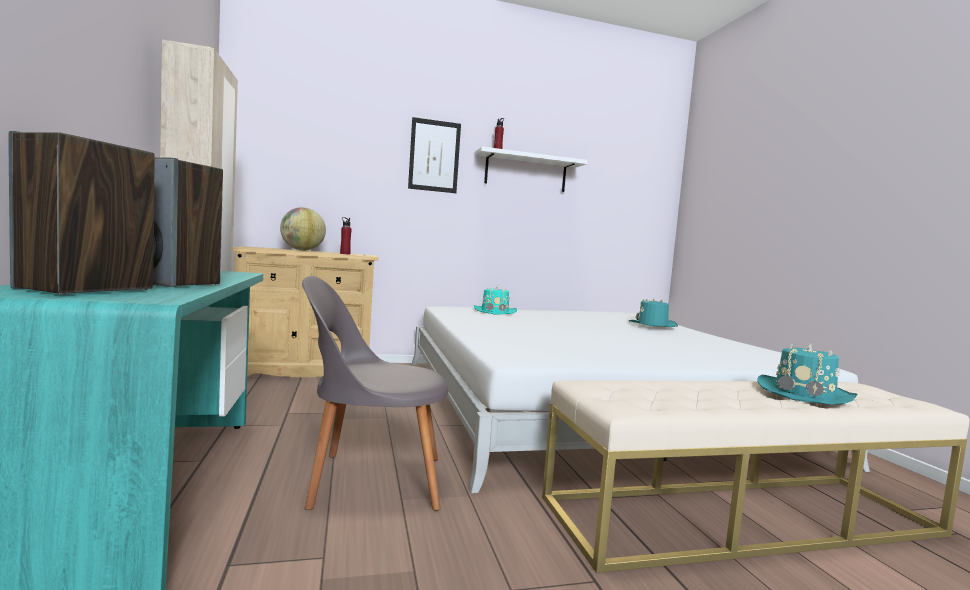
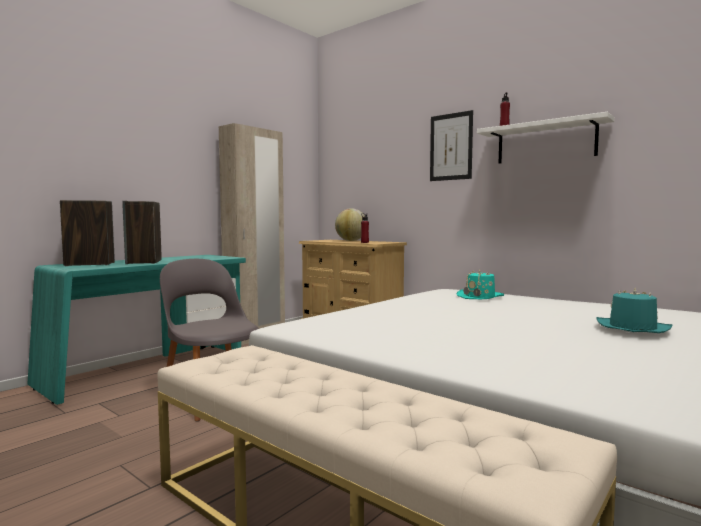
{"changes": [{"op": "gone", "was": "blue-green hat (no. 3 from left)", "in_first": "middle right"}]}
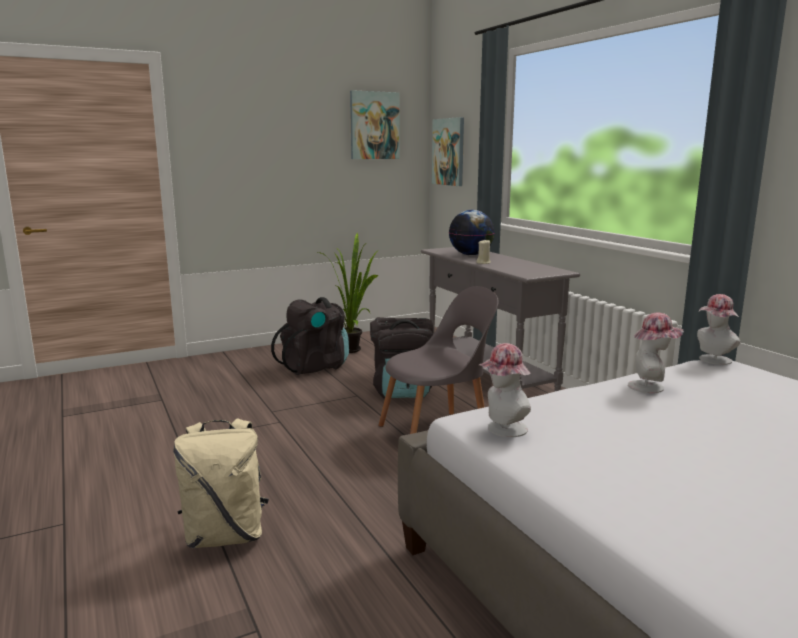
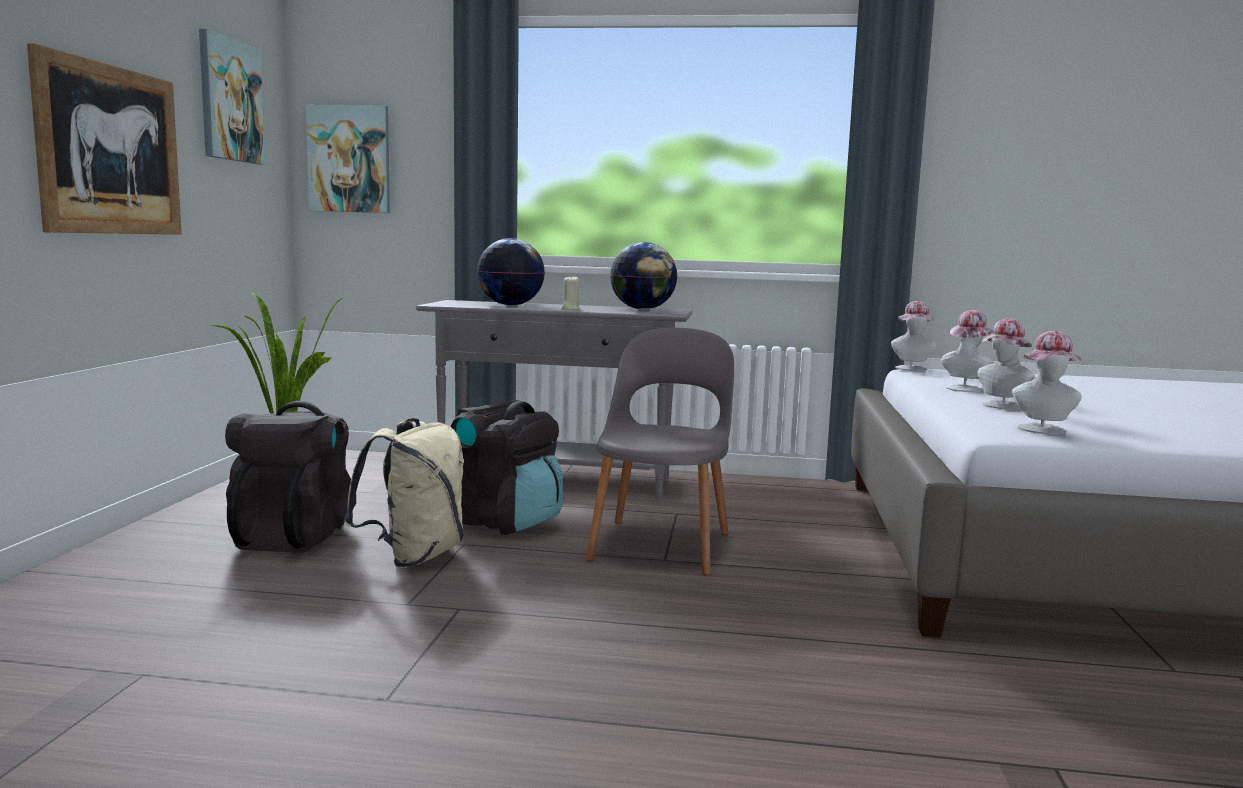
{"changes": [{"op": "shifted", "was": "beige rucksack", "in_first": "bottom left", "in_second": "middle left"}, {"op": "new", "now": "picture (no. 1 from left)", "in_second": "top left"}, {"op": "new", "now": "desk globe (no. 2 from left)", "in_second": "centre"}, {"op": "new", "now": "hat (no. 3 from left)", "in_second": "middle right"}]}
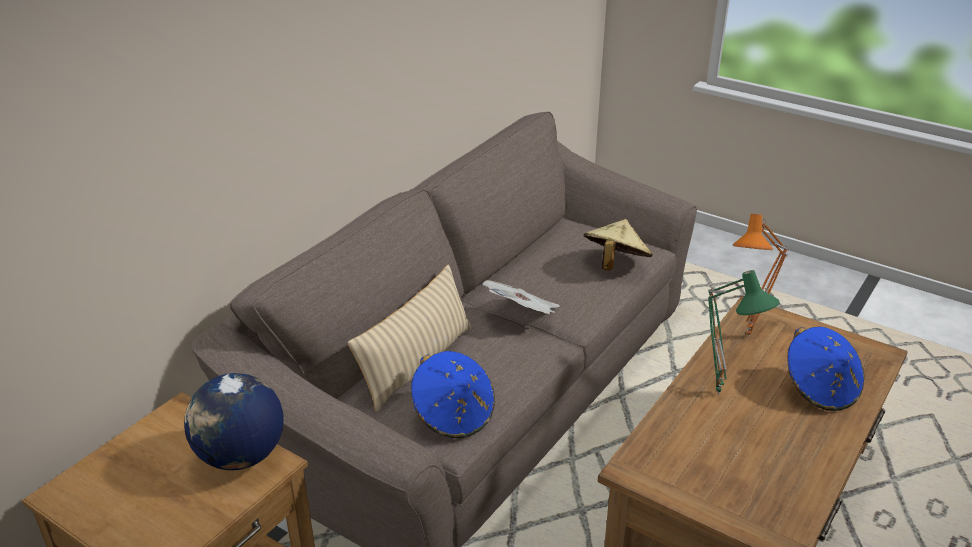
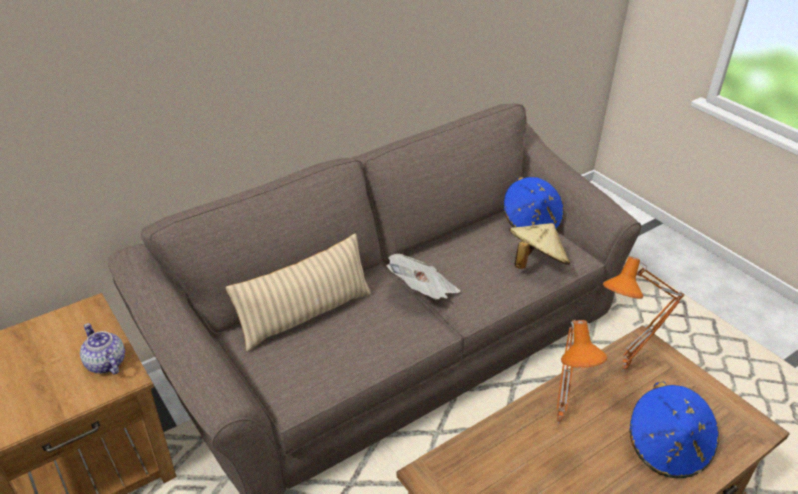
{"changes": [{"op": "repainted", "was": "greenish lamp for a table", "now": "orange-coloured lamp for a table (no. 1 from left)", "in_first": "middle right", "in_second": "bottom right"}, {"op": "shifted", "was": "blue hat (no. 1 from left)", "in_first": "bottom centre", "in_second": "middle right"}, {"op": "swapped", "was": "desk globe", "now": "pot for tea", "in_first": "bottom left", "in_second": "bottom left"}]}
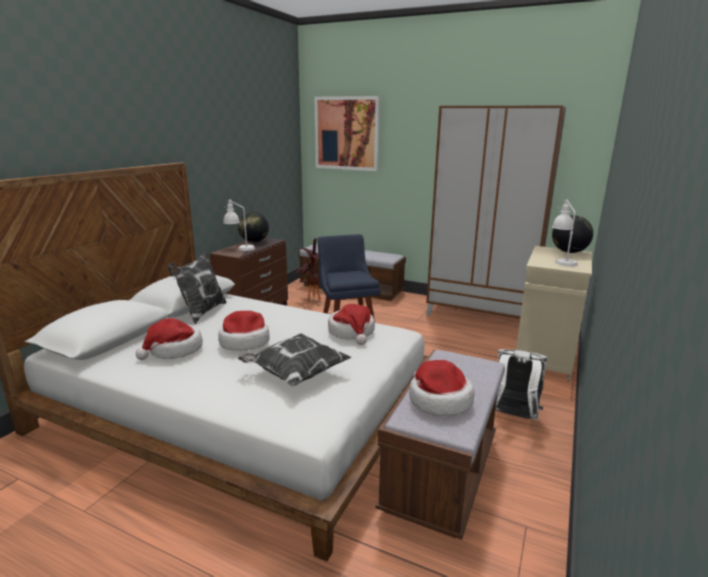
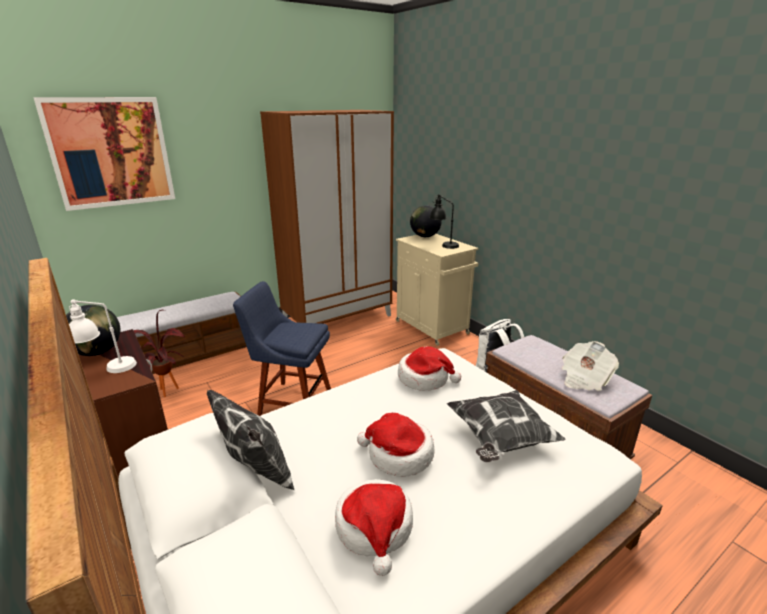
{"changes": [{"op": "repainted", "was": "white lamp for a table (no. 2 from left)", "now": "black-coloured lamp for a table", "in_first": "middle right", "in_second": "centre"}, {"op": "swapped", "was": "hat (no. 4 from left)", "now": "daily paper", "in_first": "bottom centre", "in_second": "middle right"}]}
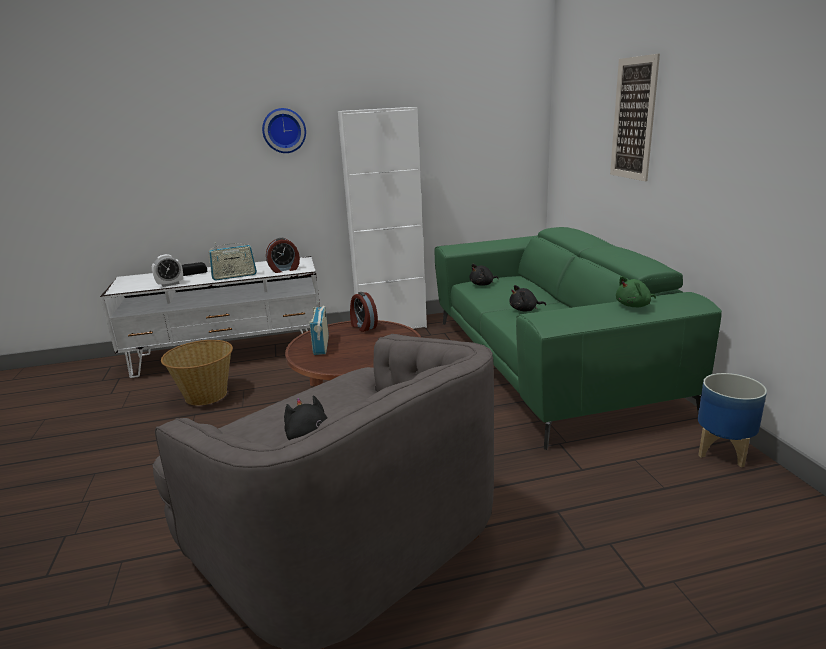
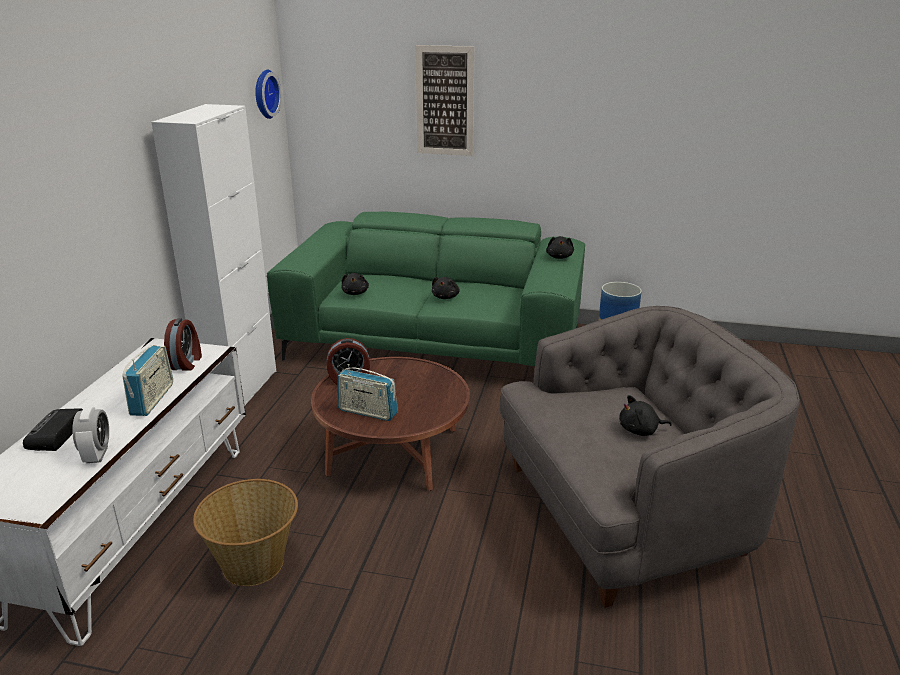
{"changes": [{"op": "shifted", "was": "clock on the wall", "in_first": "top centre", "in_second": "top left"}, {"op": "repainted", "was": "greenish plush toy", "now": "black-coloured plush toy (no. 3 from left)", "in_first": "middle right", "in_second": "centre"}]}
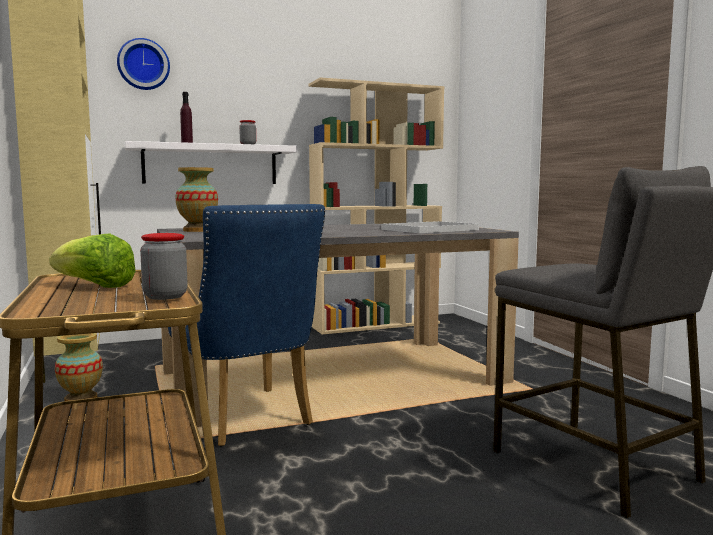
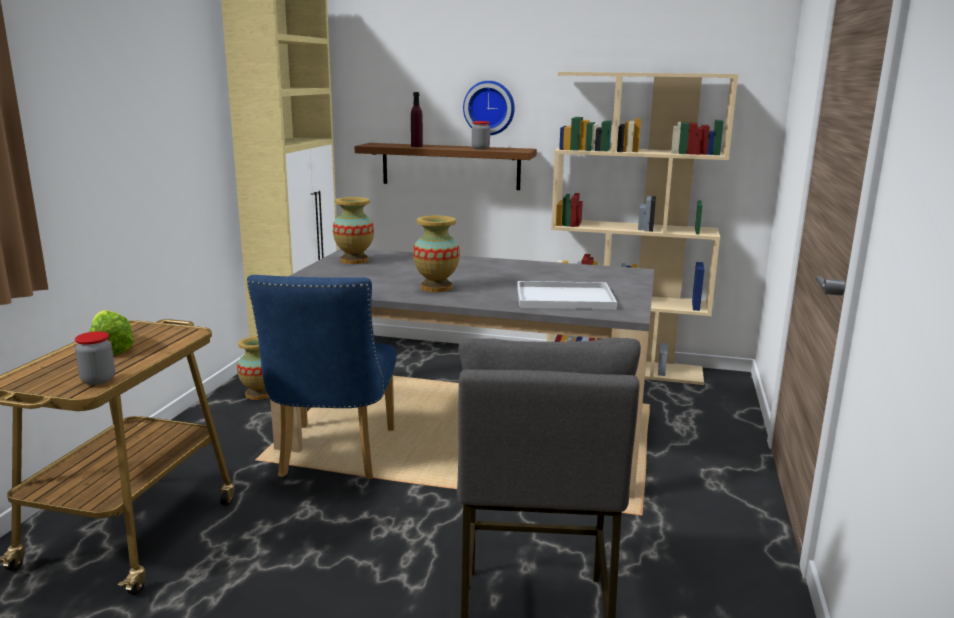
{"changes": [{"op": "shifted", "was": "clock on the wall", "in_first": "top left", "in_second": "top centre"}, {"op": "repainted", "was": "white shelf", "now": "brown shelf", "in_first": "top left", "in_second": "top centre"}, {"op": "new", "now": "vase (no. 3 from left)", "in_second": "centre"}]}
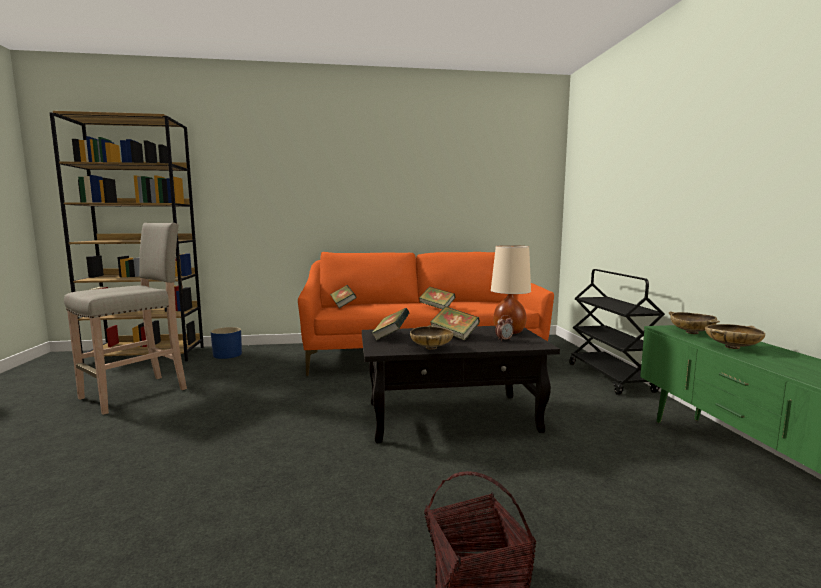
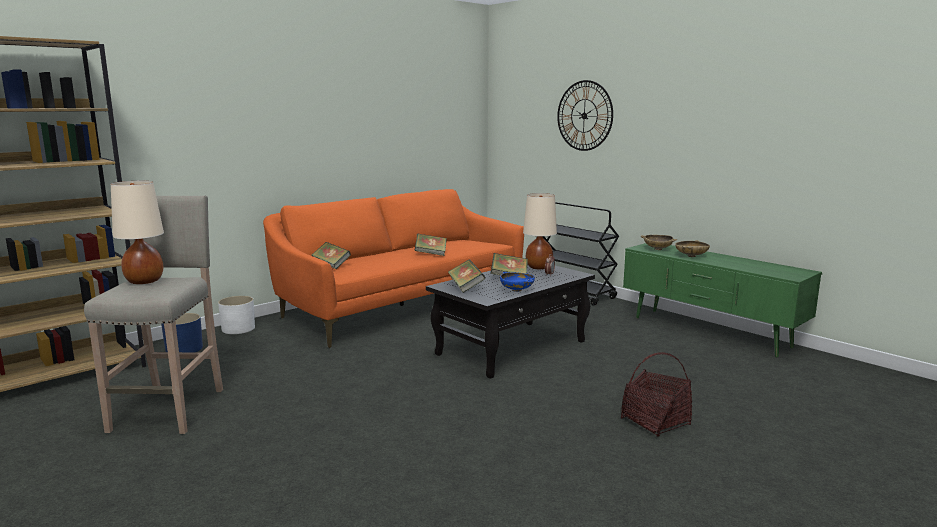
{"changes": [{"op": "repainted", "was": "beige serving bowl (no. 1 from left)", "now": "blue serving bowl", "in_first": "centre", "in_second": "centre"}, {"op": "new", "now": "clock on the wall", "in_second": "top centre"}, {"op": "new", "now": "beige lamp for a table (no. 1 from left)", "in_second": "middle left"}, {"op": "new", "now": "white plant pot", "in_second": "middle left"}]}
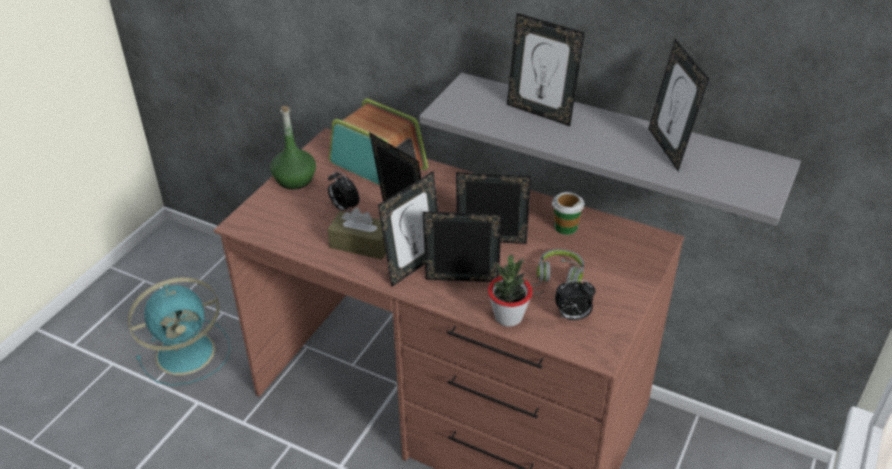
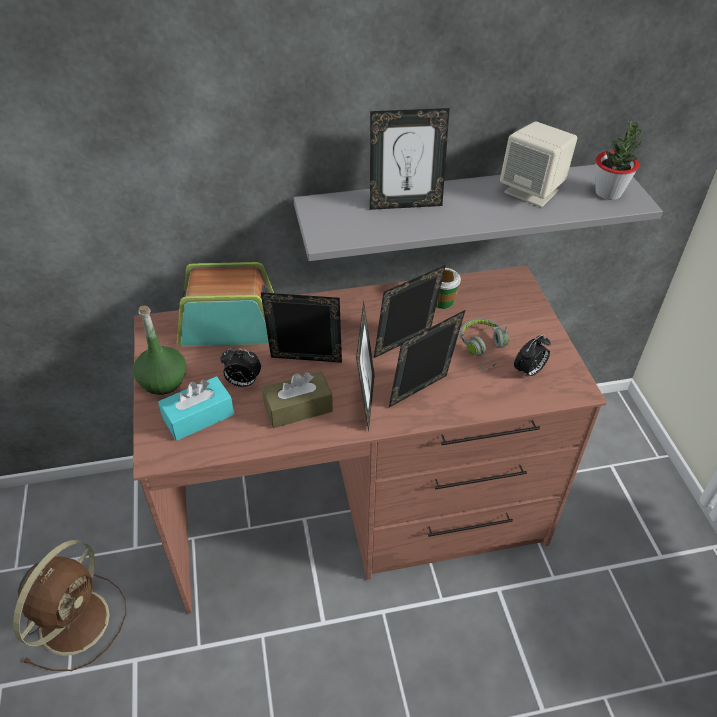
{"changes": [{"op": "swapped", "was": "photo frame (no. 6 from left)", "now": "beige audio speaker", "in_first": "top right", "in_second": "top right"}, {"op": "shifted", "was": "potted plant", "in_first": "centre", "in_second": "top right"}, {"op": "repainted", "was": "blue-green cooling fan", "now": "brown cooling fan", "in_first": "bottom left", "in_second": "bottom left"}, {"op": "new", "now": "blue-green tissue box", "in_second": "middle left"}]}
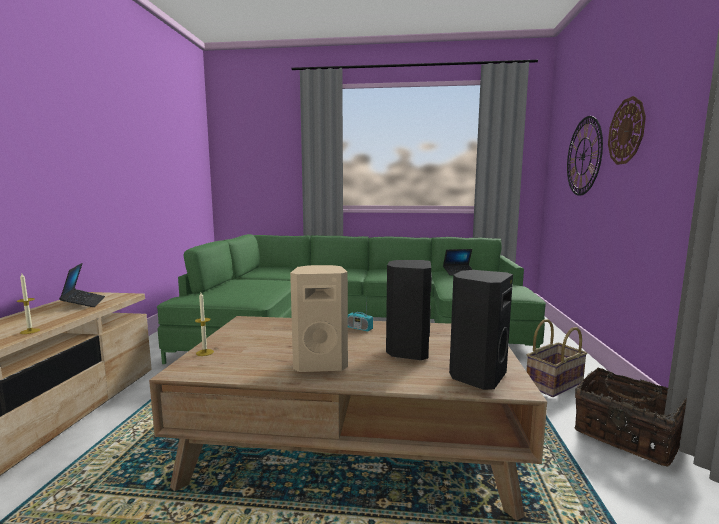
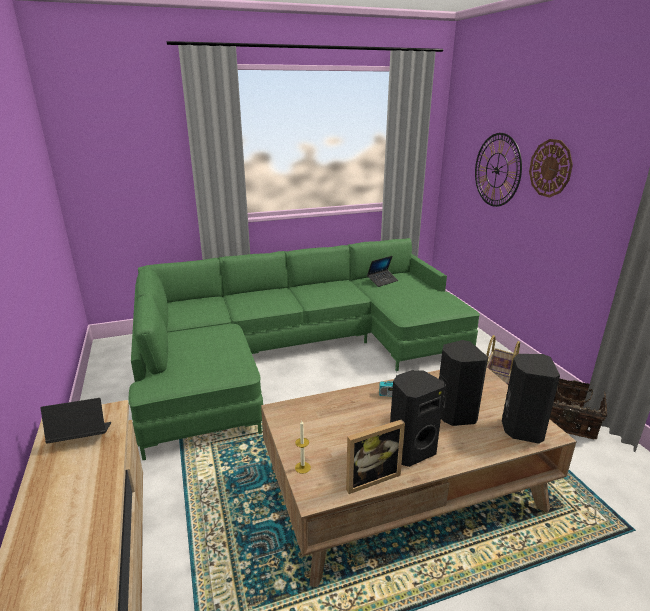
{"changes": [{"op": "rotated", "was": "notebook computer (no. 1 from left)", "in_first": "middle left", "in_second": "bottom left", "clockwise": -60}, {"op": "repainted", "was": "beige audio speaker", "now": "black-coloured audio speaker (no. 1 from left)", "in_first": "centre", "in_second": "bottom centre"}, {"op": "gone", "was": "wax candle (no. 1 from left)", "in_first": "middle left"}, {"op": "new", "now": "photo frame", "in_second": "bottom centre"}]}
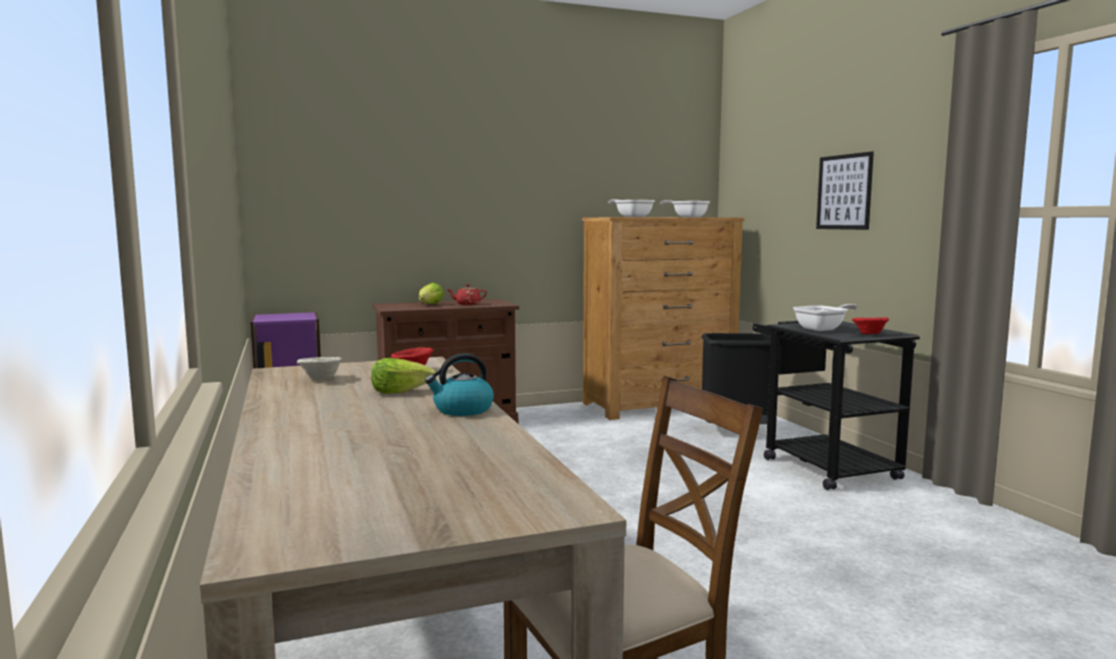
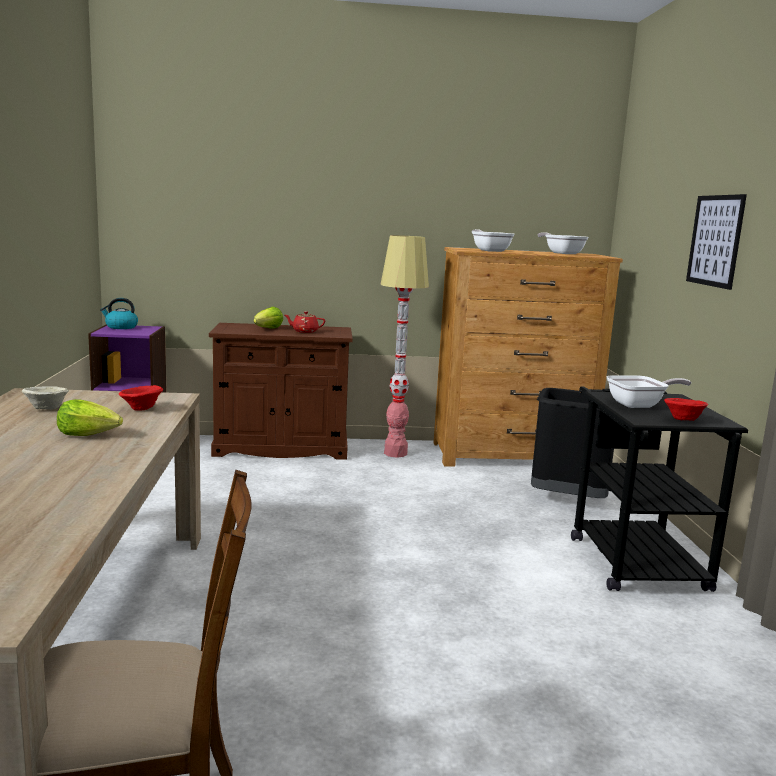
{"changes": [{"op": "shifted", "was": "kettle", "in_first": "centre", "in_second": "middle left"}, {"op": "new", "now": "standing lamp", "in_second": "centre"}]}
